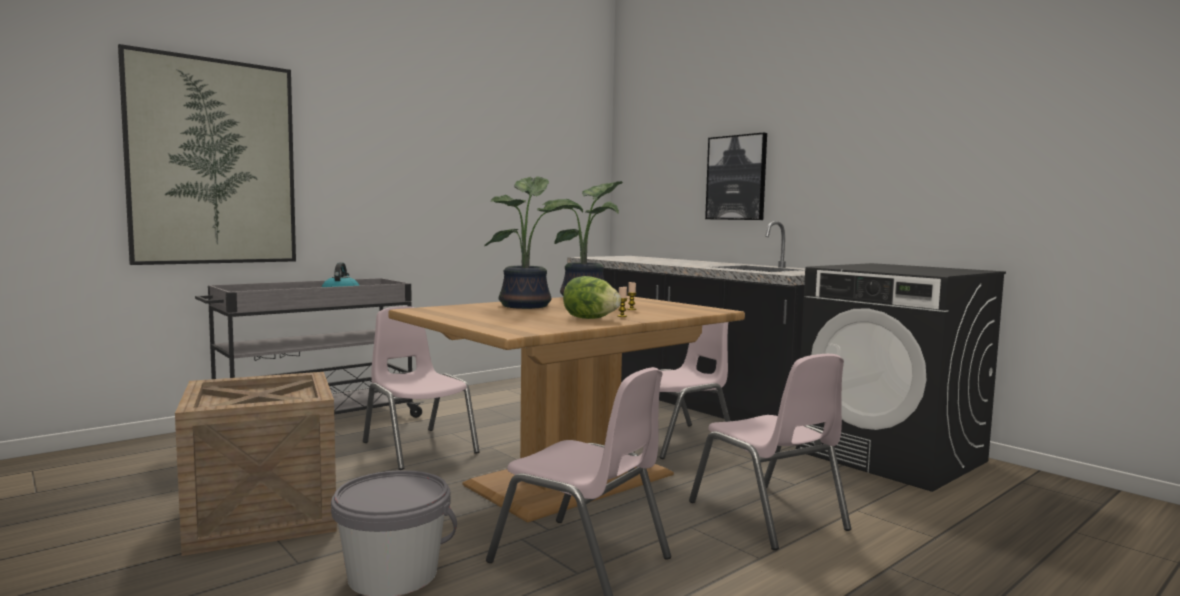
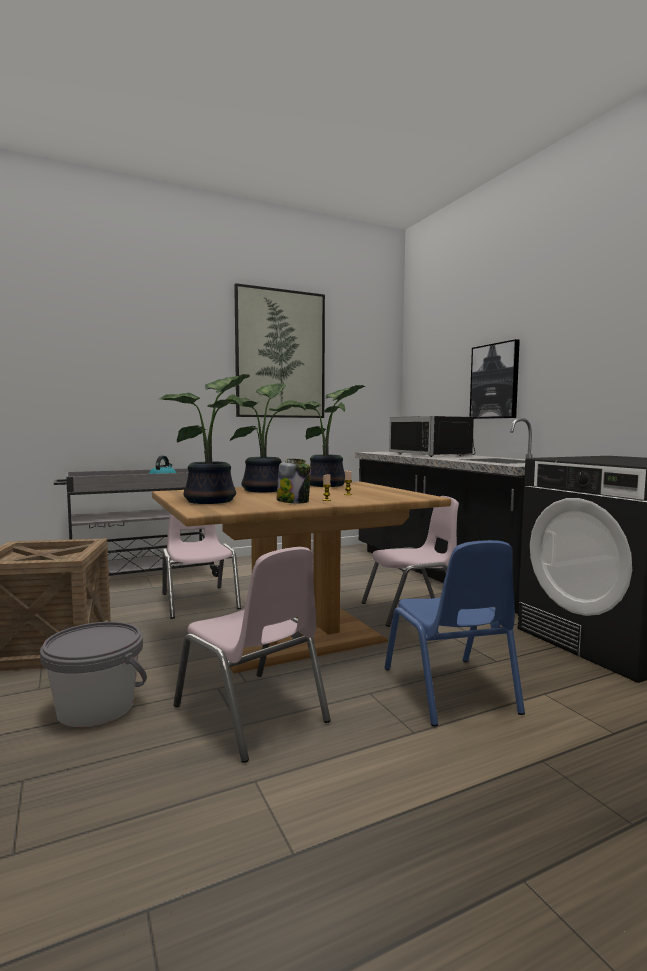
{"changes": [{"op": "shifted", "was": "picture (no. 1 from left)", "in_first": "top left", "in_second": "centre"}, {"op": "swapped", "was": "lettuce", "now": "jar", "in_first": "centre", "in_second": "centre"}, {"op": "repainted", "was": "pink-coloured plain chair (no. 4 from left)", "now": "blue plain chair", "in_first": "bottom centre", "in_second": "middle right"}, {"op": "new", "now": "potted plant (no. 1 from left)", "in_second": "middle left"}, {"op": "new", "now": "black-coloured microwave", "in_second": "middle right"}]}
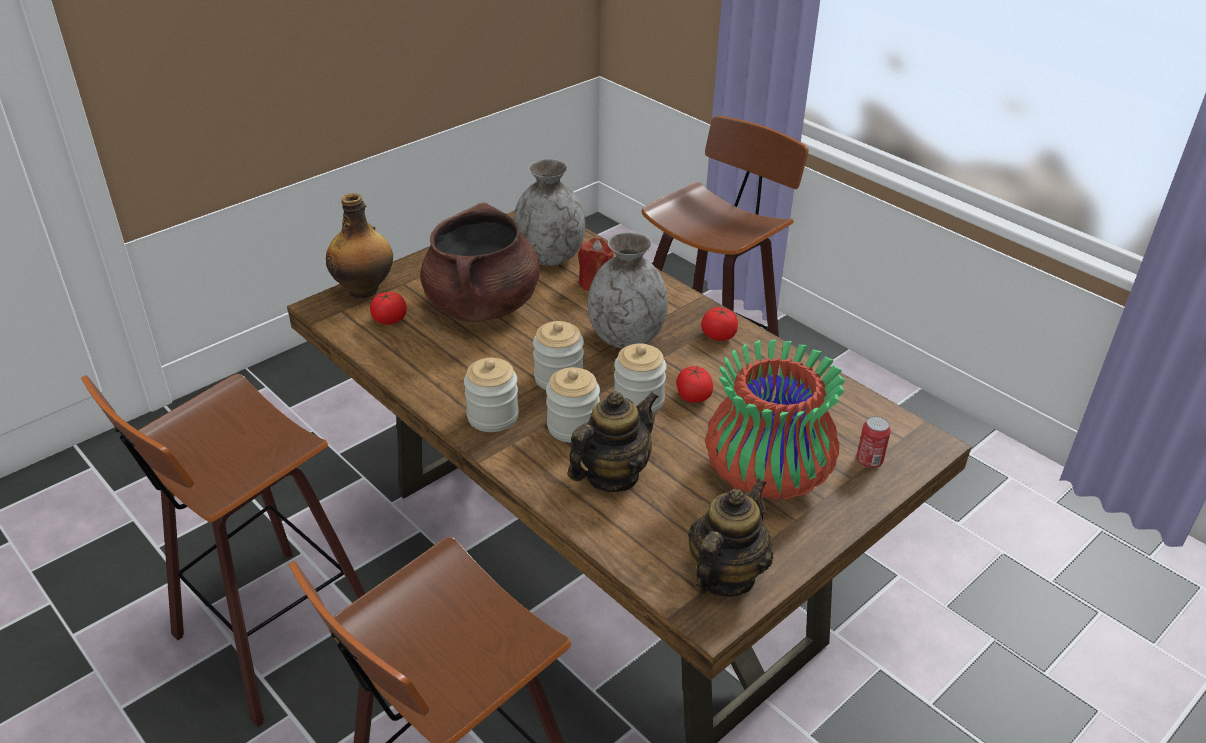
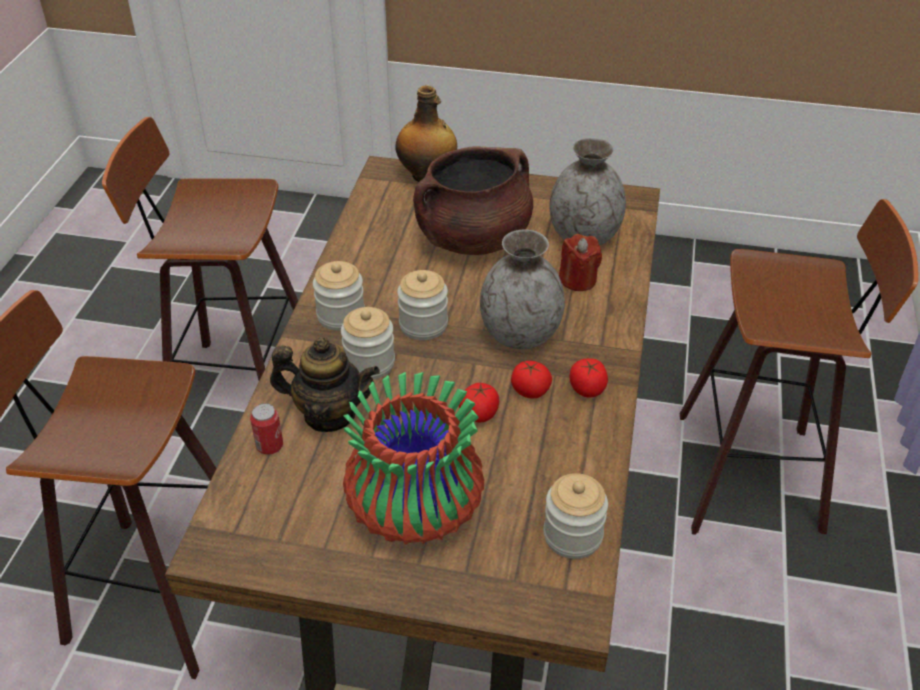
{"changes": [{"op": "shifted", "was": "fresh tomato (no. 1 from left in the first image)", "now": "fresh tomato (no. 2 from left)", "in_first": "middle left", "in_second": "centre"}, {"op": "shifted", "was": "jar (no. 4 from left)", "in_first": "centre", "in_second": "bottom centre"}, {"op": "shifted", "was": "metal can", "in_first": "middle right", "in_second": "middle left"}, {"op": "gone", "was": "pot for tea (no. 2 from left)", "in_first": "bottom centre"}]}
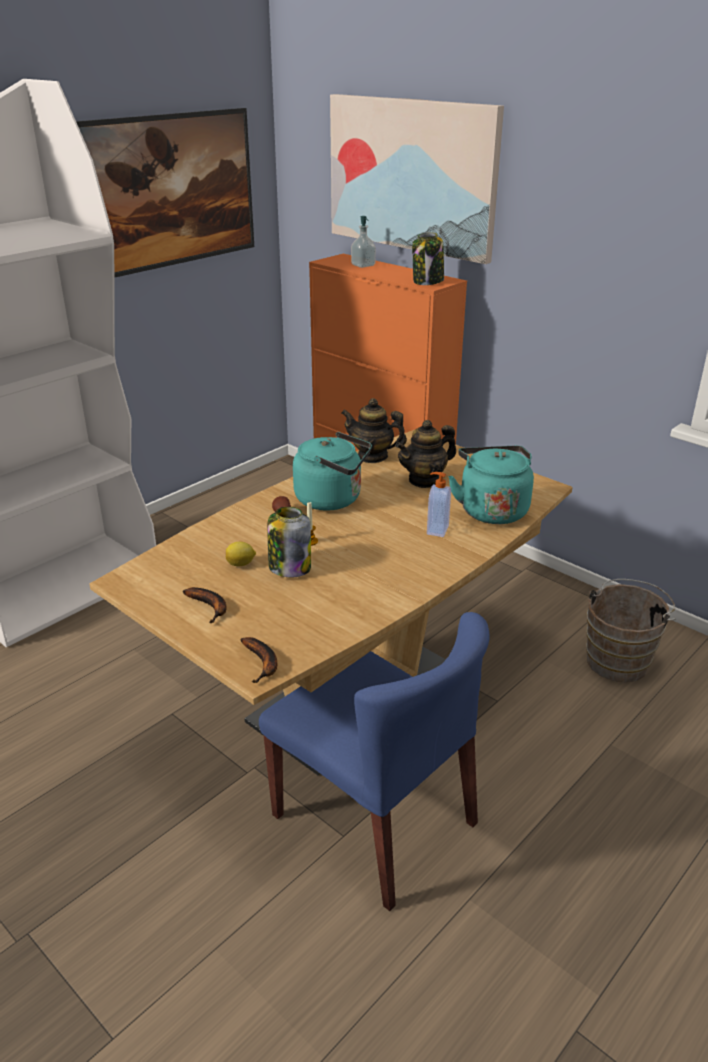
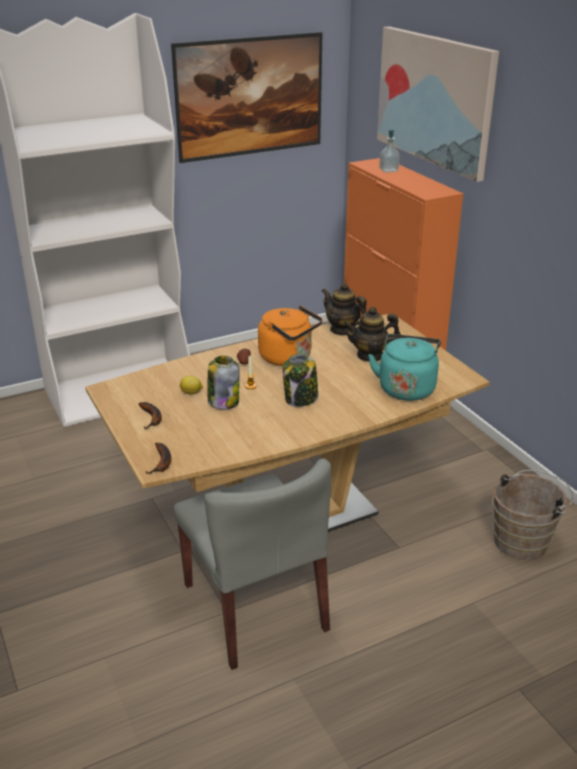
{"changes": [{"op": "shifted", "was": "jar (no. 2 from left)", "in_first": "top centre", "in_second": "centre"}, {"op": "repainted", "was": "blue-green kettle (no. 1 from left)", "now": "orange-coloured kettle", "in_first": "centre", "in_second": "centre"}, {"op": "gone", "was": "soap dispenser (no. 2 from left)", "in_first": "centre"}, {"op": "repainted", "was": "blue plain chair", "now": "greyish plain chair", "in_first": "bottom centre", "in_second": "bottom centre"}]}
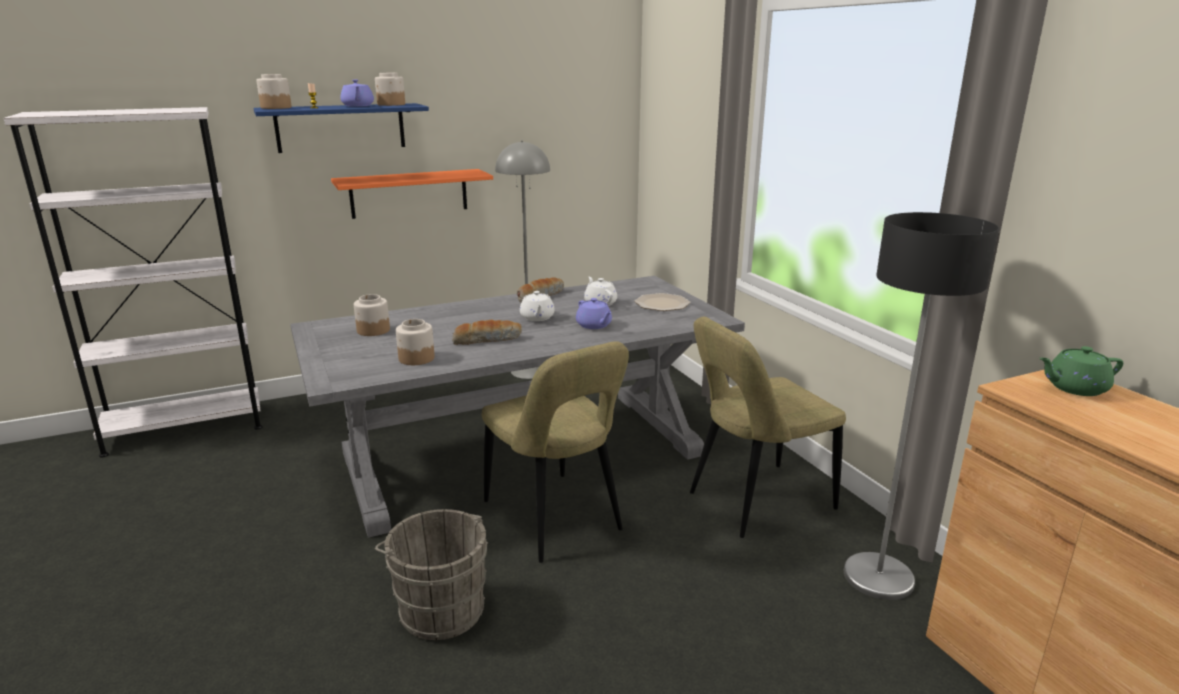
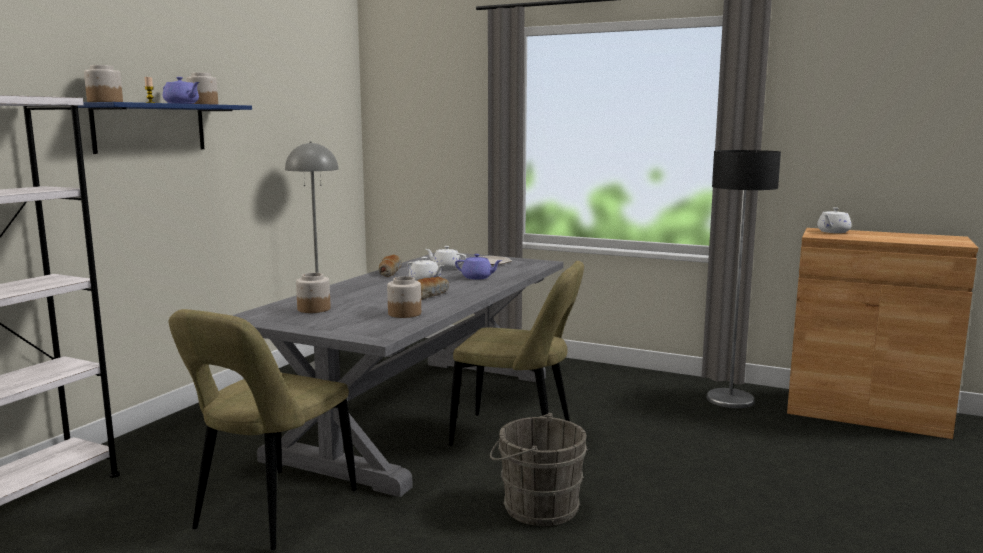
{"changes": [{"op": "gone", "was": "orange-coloured shelf", "in_first": "top centre"}, {"op": "shifted", "was": "beige plain chair (no. 2 from left in the first image)", "now": "beige plain chair (no. 1 from left)", "in_first": "centre", "in_second": "bottom left"}, {"op": "repainted", "was": "greenish pot for tea", "now": "white pot for tea (no. 3 from left)", "in_first": "middle right", "in_second": "middle right"}]}
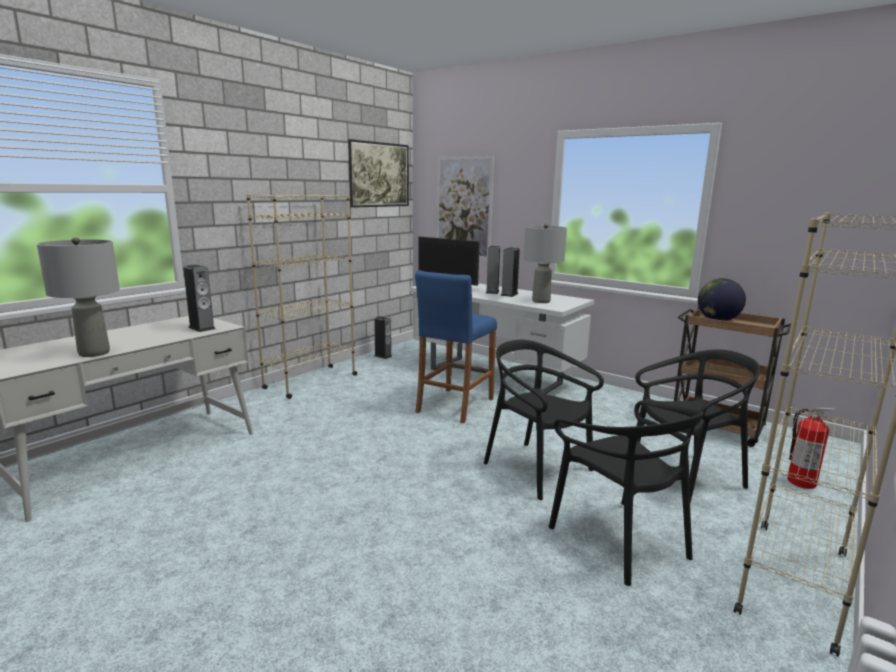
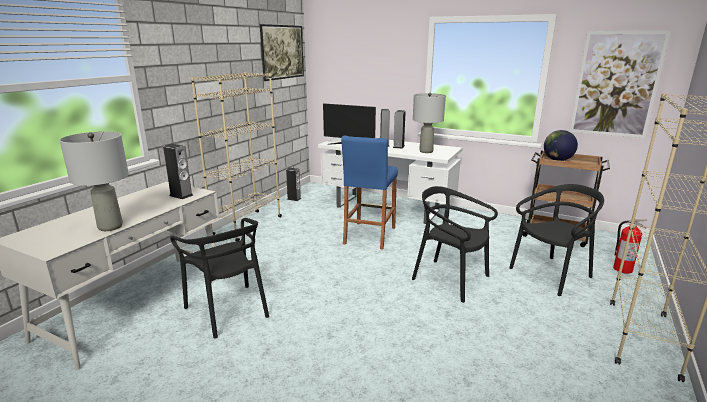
{"changes": [{"op": "shifted", "was": "picture (no. 2 from left)", "in_first": "top centre", "in_second": "top right"}, {"op": "shifted", "was": "black-coloured plain chair (no. 2 from left in the first image)", "now": "black-coloured plain chair (no. 1 from left)", "in_first": "bottom right", "in_second": "bottom left"}]}
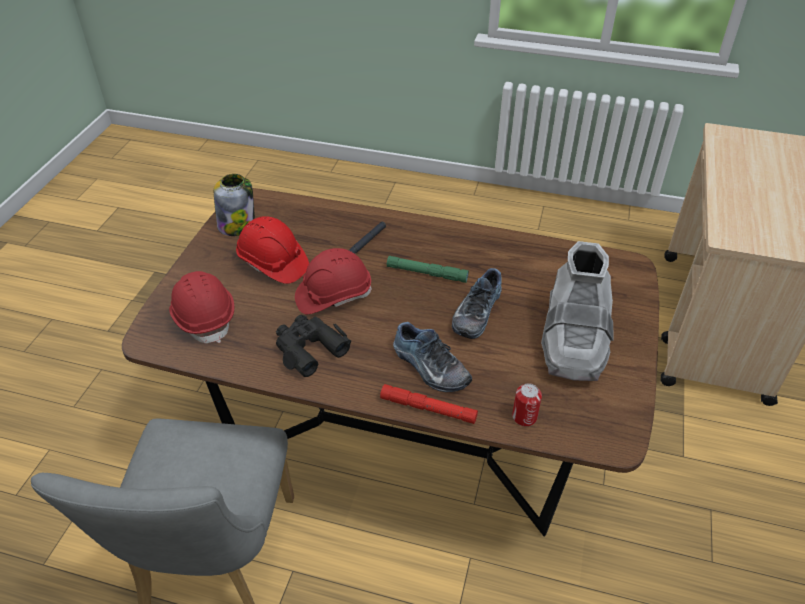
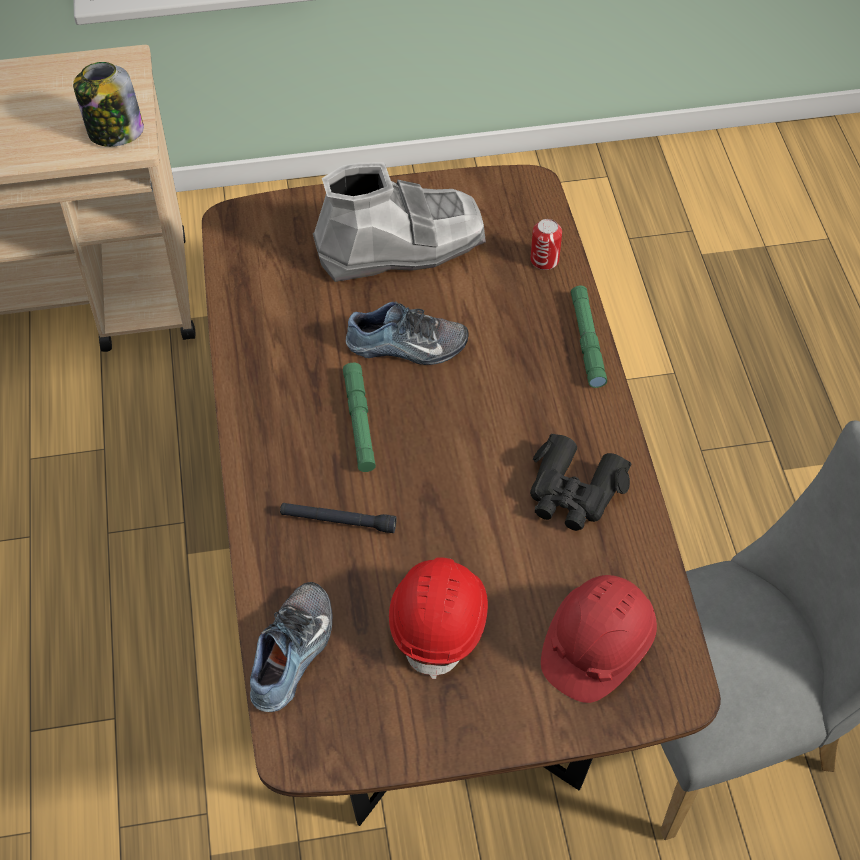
{"changes": [{"op": "shifted", "was": "jar", "in_first": "middle left", "in_second": "top left"}, {"op": "gone", "was": "red-coloured work helmet (no. 3 from left)", "in_first": "centre"}, {"op": "shifted", "was": "item of footwear (no. 1 from left)", "in_first": "centre", "in_second": "bottom centre"}, {"op": "repainted", "was": "red-coloured hand torch", "now": "greenish hand torch (no. 2 from left)", "in_first": "bottom centre", "in_second": "middle right"}]}
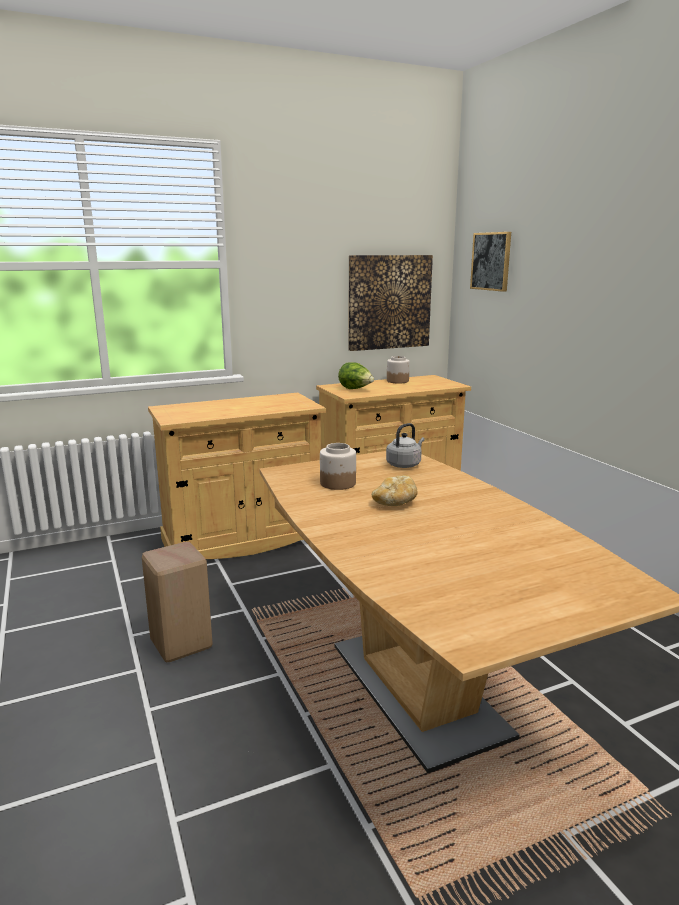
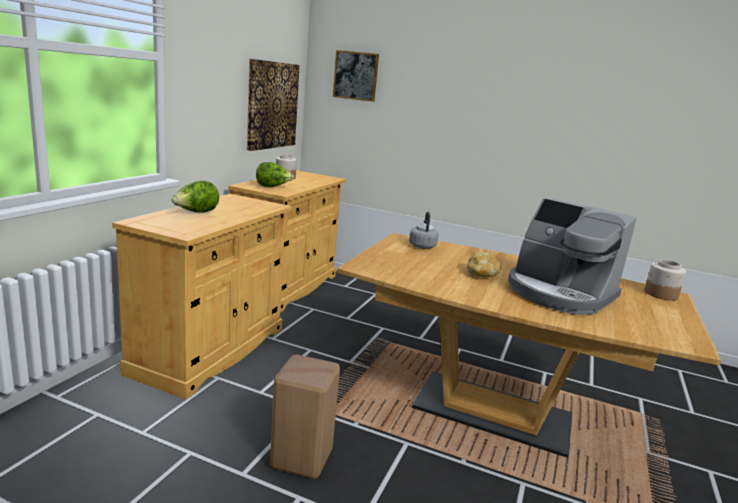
{"changes": [{"op": "shifted", "was": "jar (no. 1 from left in the first image)", "now": "jar (no. 2 from left)", "in_first": "centre", "in_second": "middle right"}, {"op": "new", "now": "lettuce (no. 1 from left)", "in_second": "middle left"}, {"op": "new", "now": "coffee brewer", "in_second": "middle right"}]}
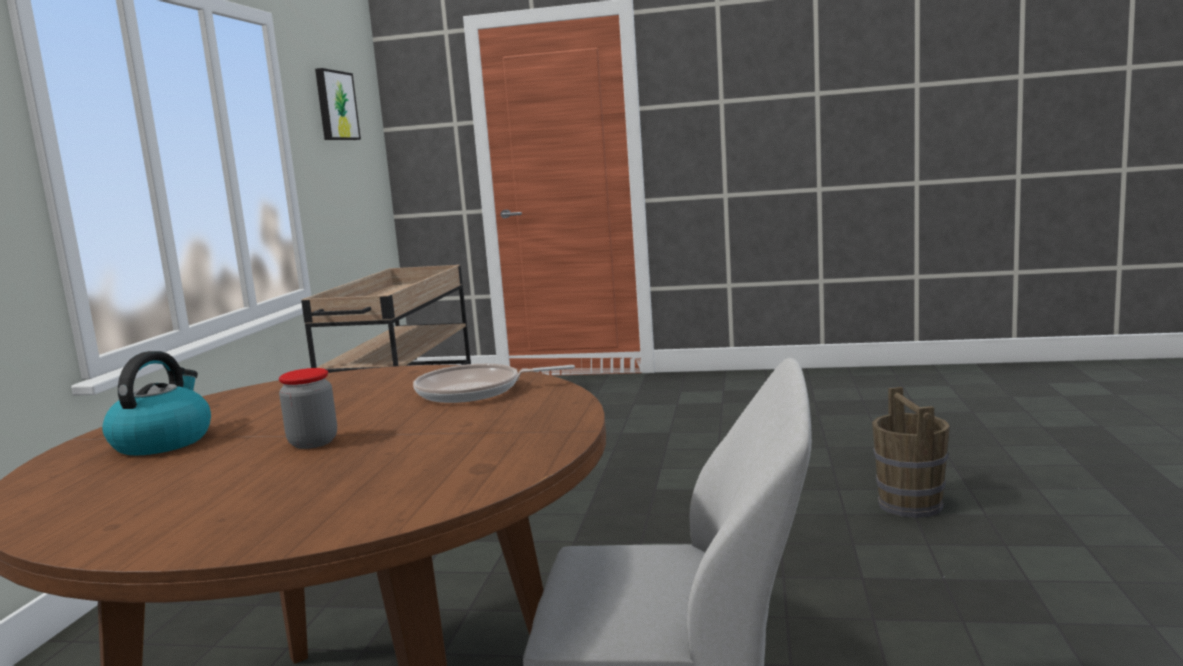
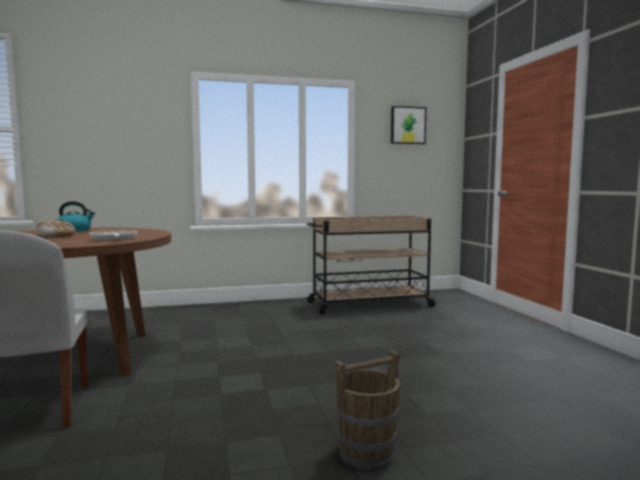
{"changes": [{"op": "swapped", "was": "jar", "now": "bread", "in_first": "middle left", "in_second": "middle left"}]}
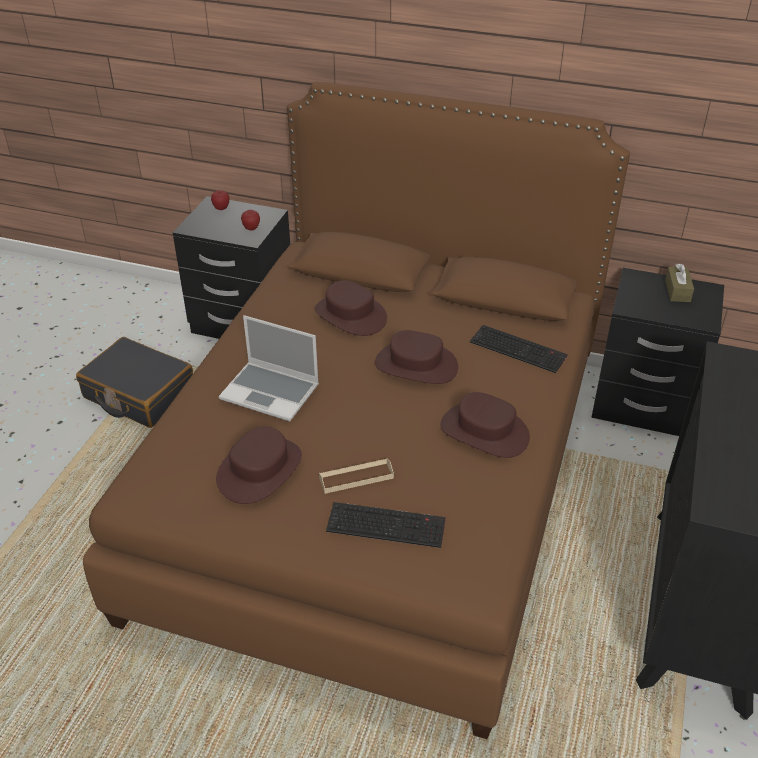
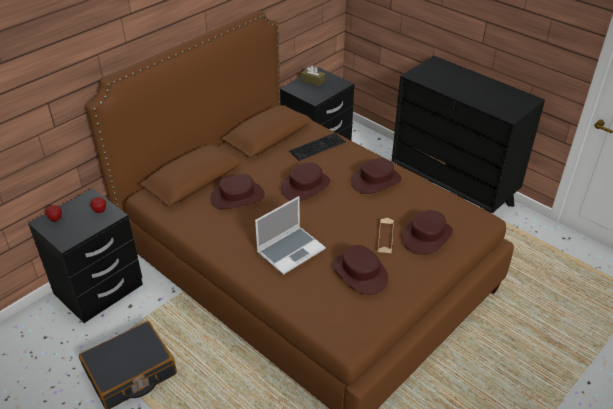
{"changes": [{"op": "swapped", "was": "keyboard (no. 1 from left)", "now": "brown hat (no. 5 from left)", "in_first": "bottom centre", "in_second": "middle right"}]}
